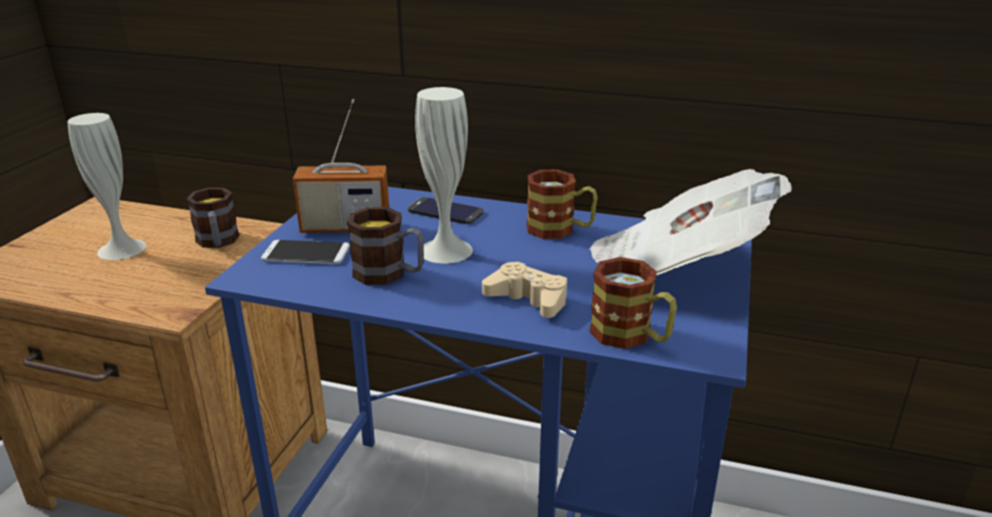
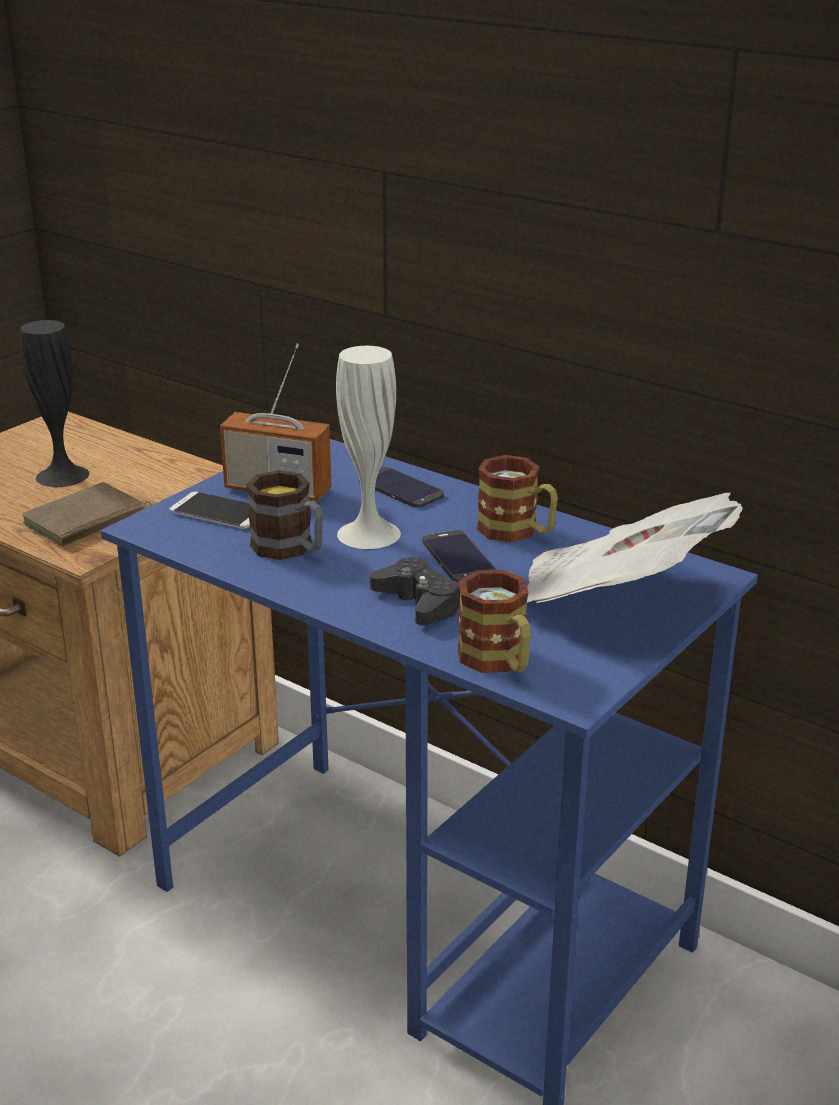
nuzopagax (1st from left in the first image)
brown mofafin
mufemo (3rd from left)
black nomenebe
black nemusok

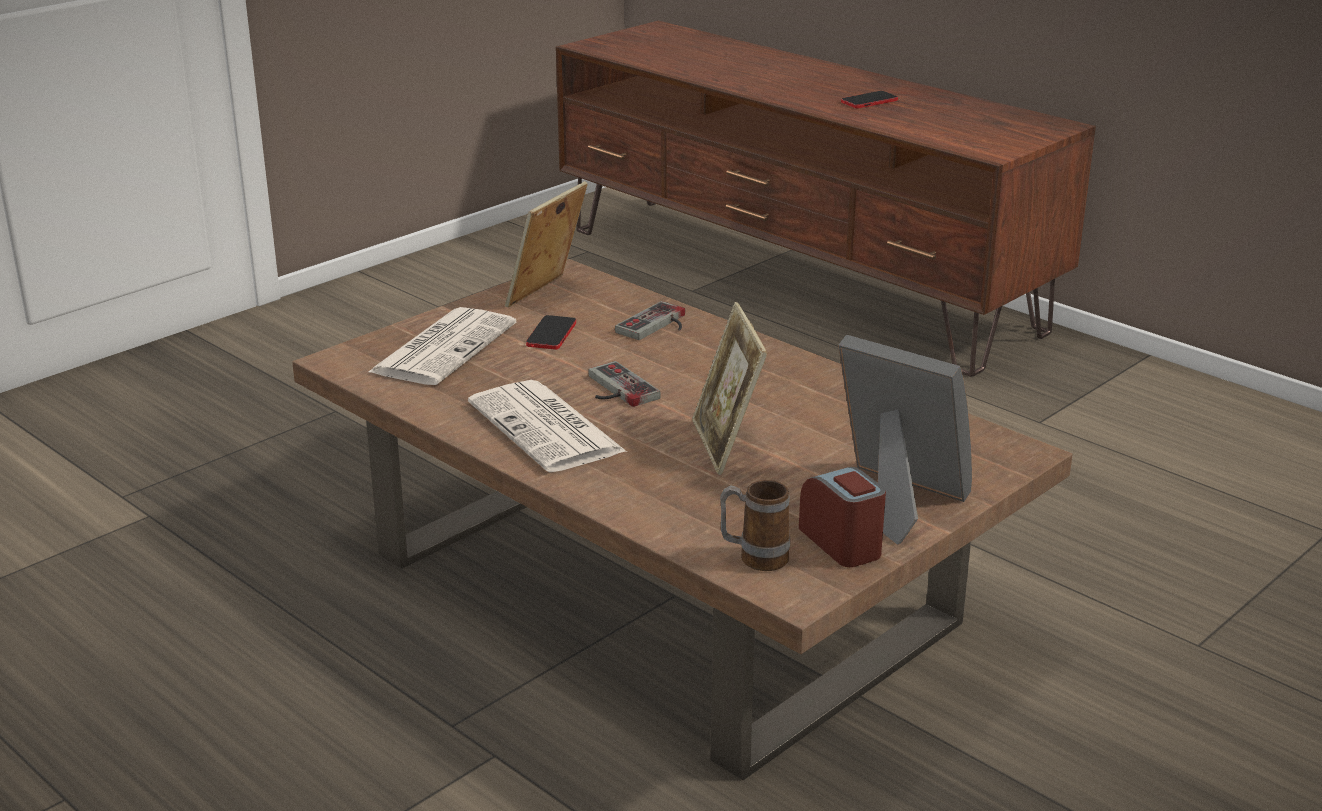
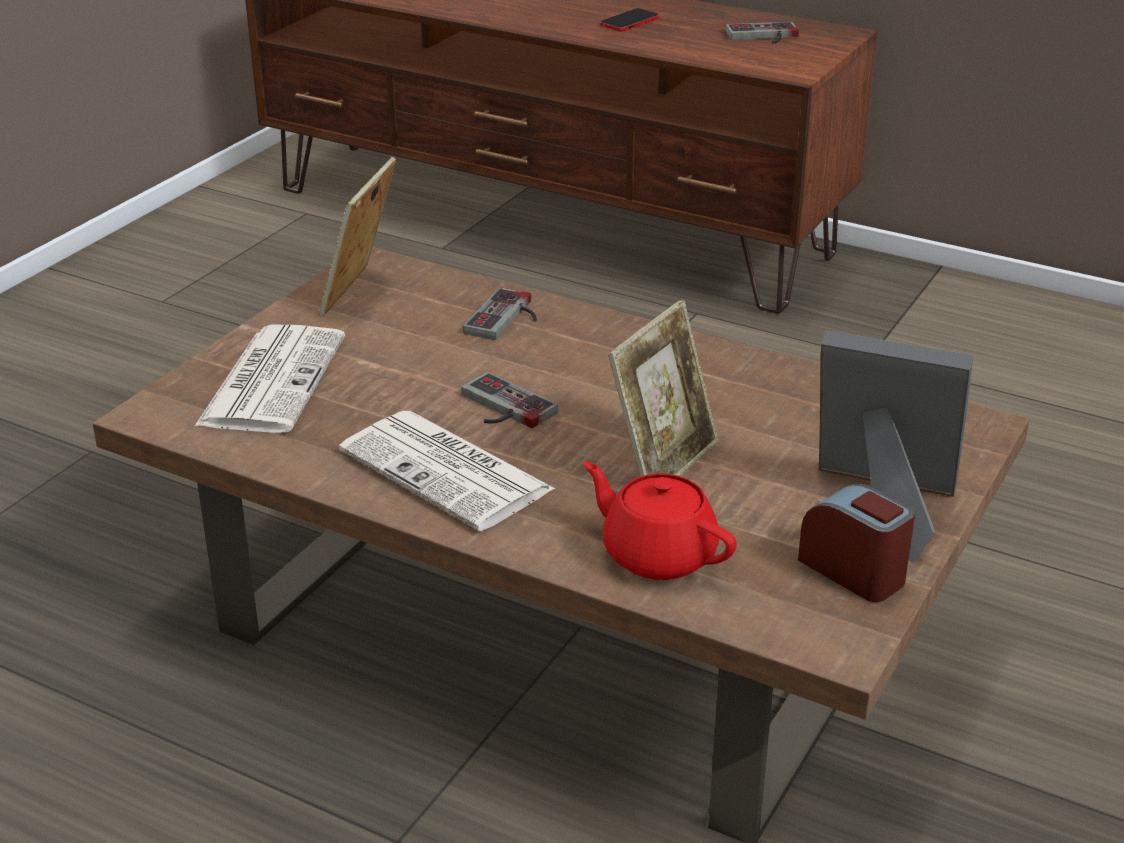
mufemo (1st from left in the first image)
nuzopagax
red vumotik
nemusok (3rd from left)
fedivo (2nd from left)

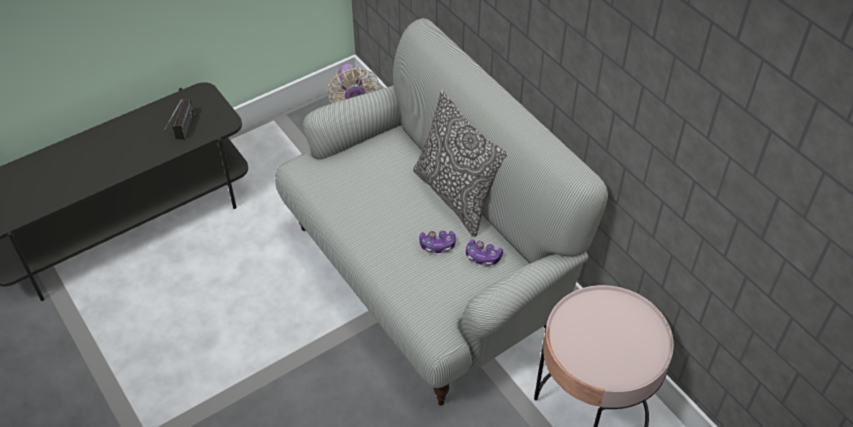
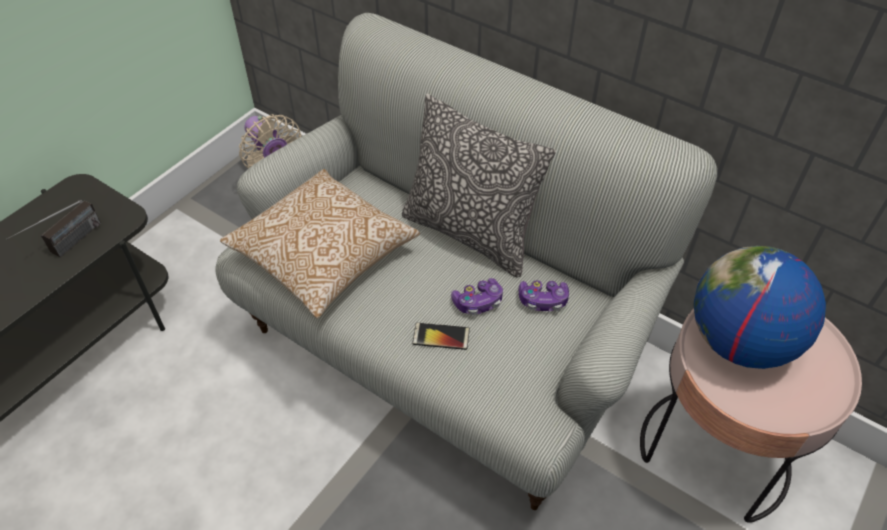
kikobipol (1st from left)
mufemo
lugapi
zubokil

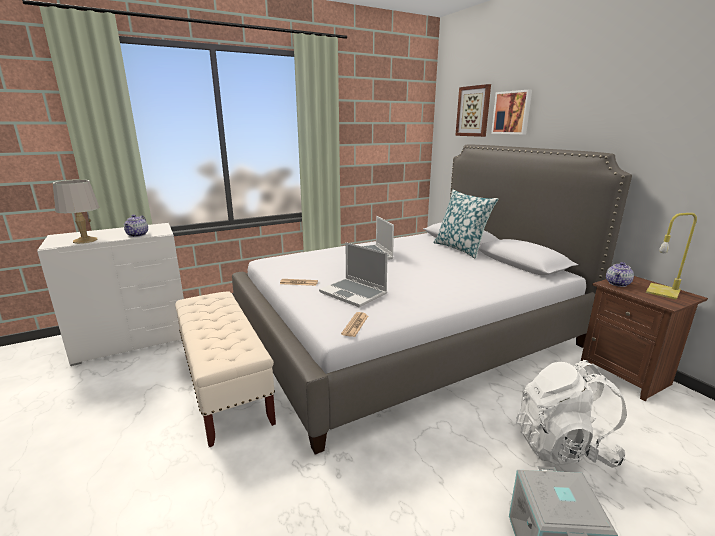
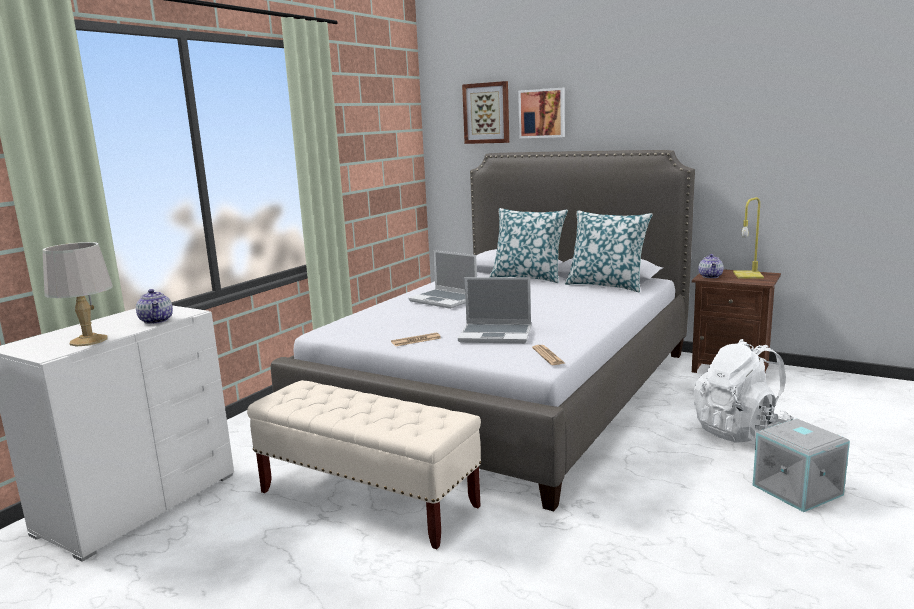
kikobipol (2nd from left)

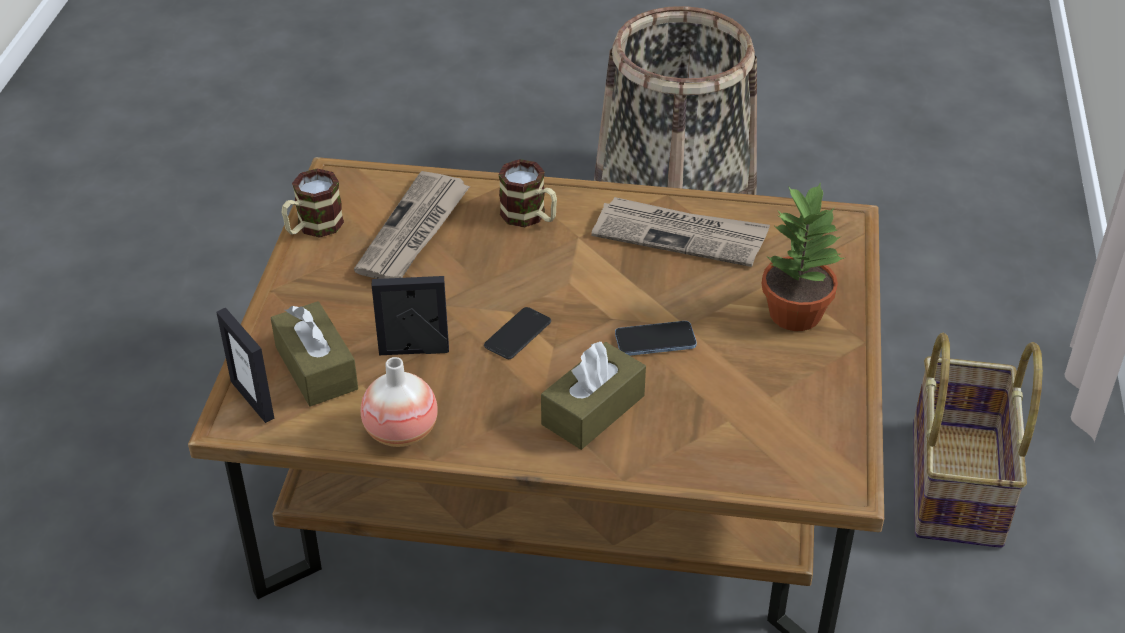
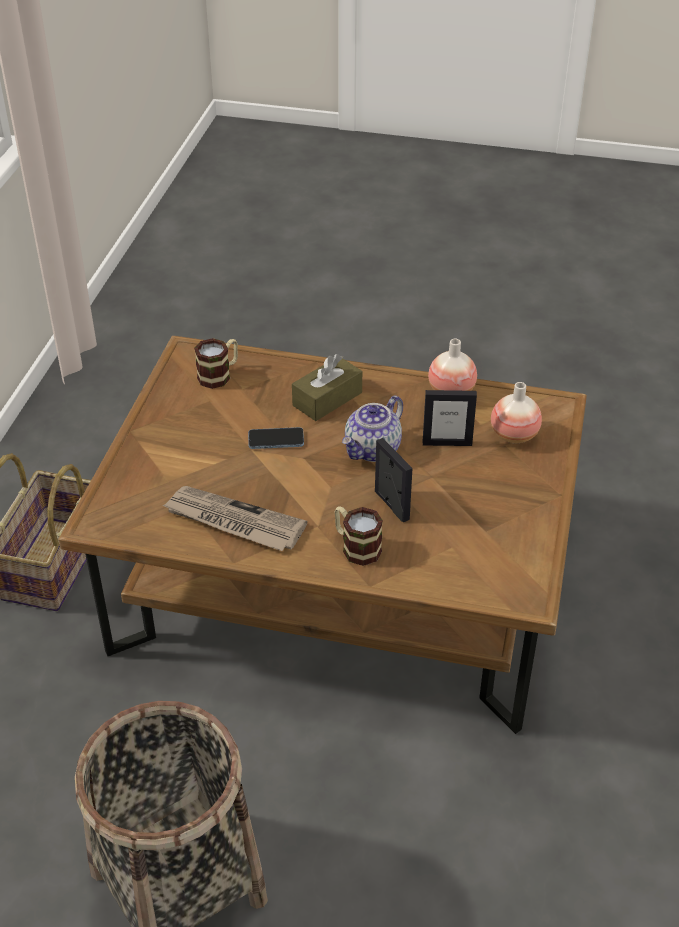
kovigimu (1st from left in the first image)
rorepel
fedivo (1st from left)
nuzopagax (1st from left)
nomenebe (2nd from left)
vumotik

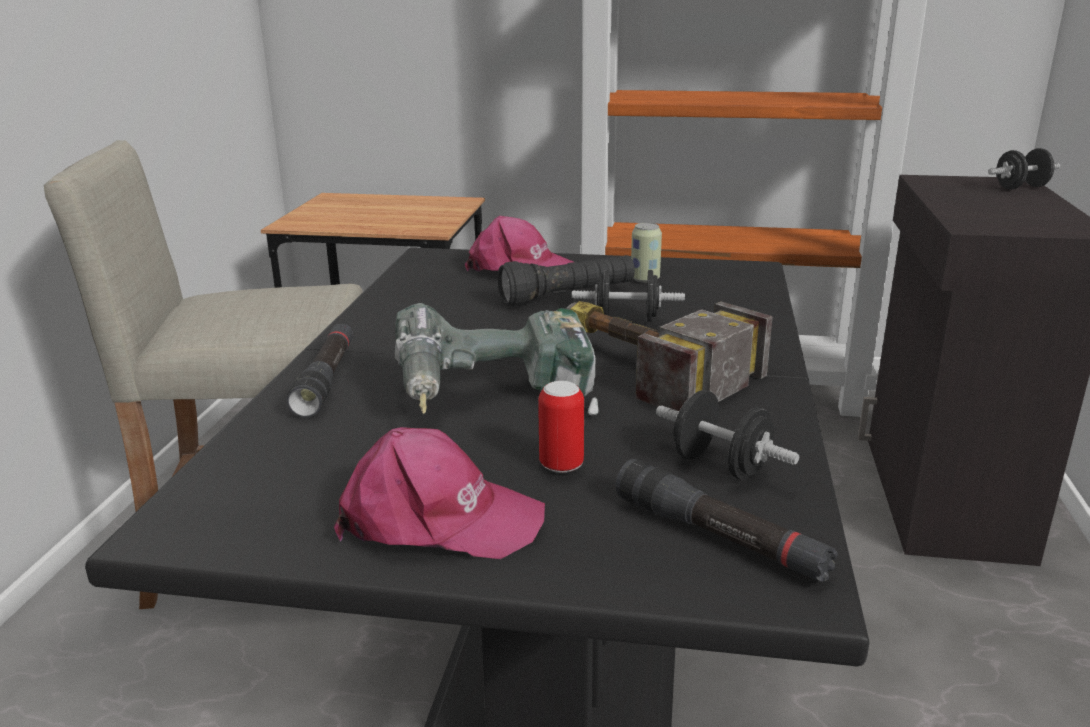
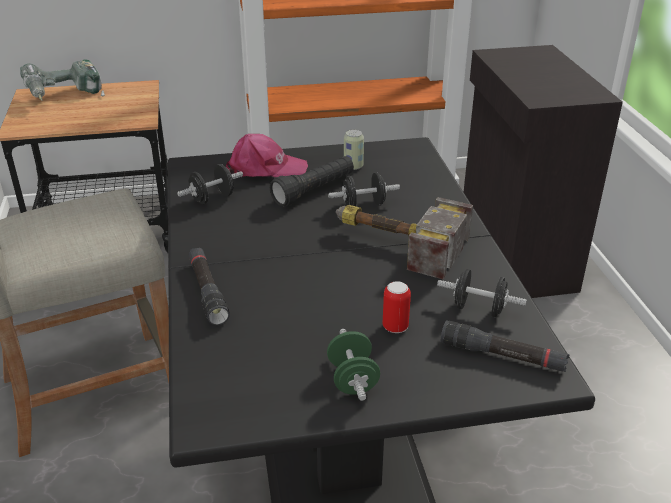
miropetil
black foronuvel (1st from left)
green foronuvel

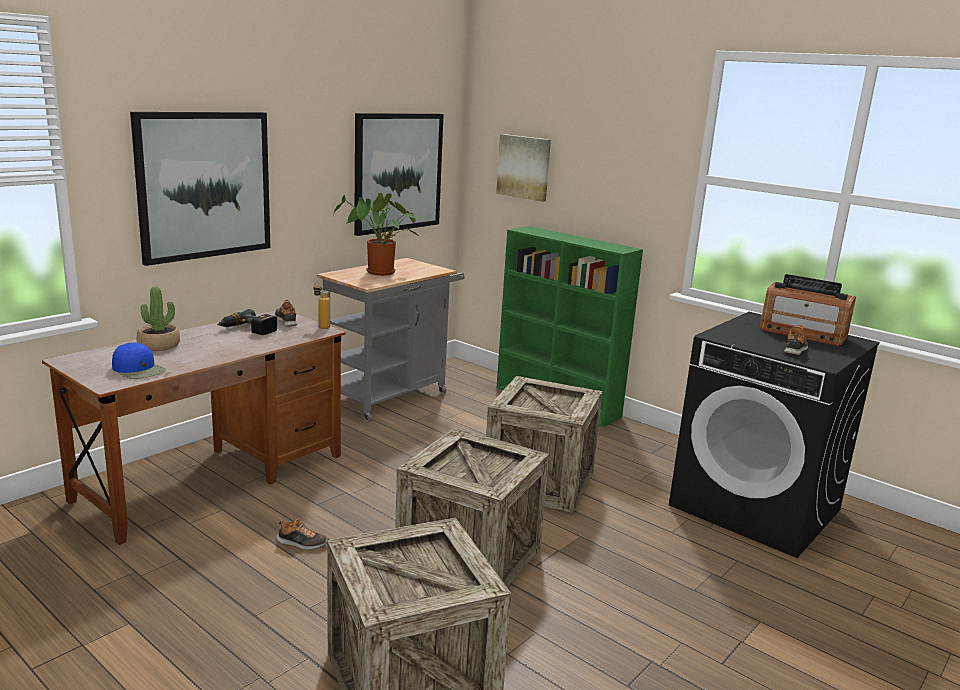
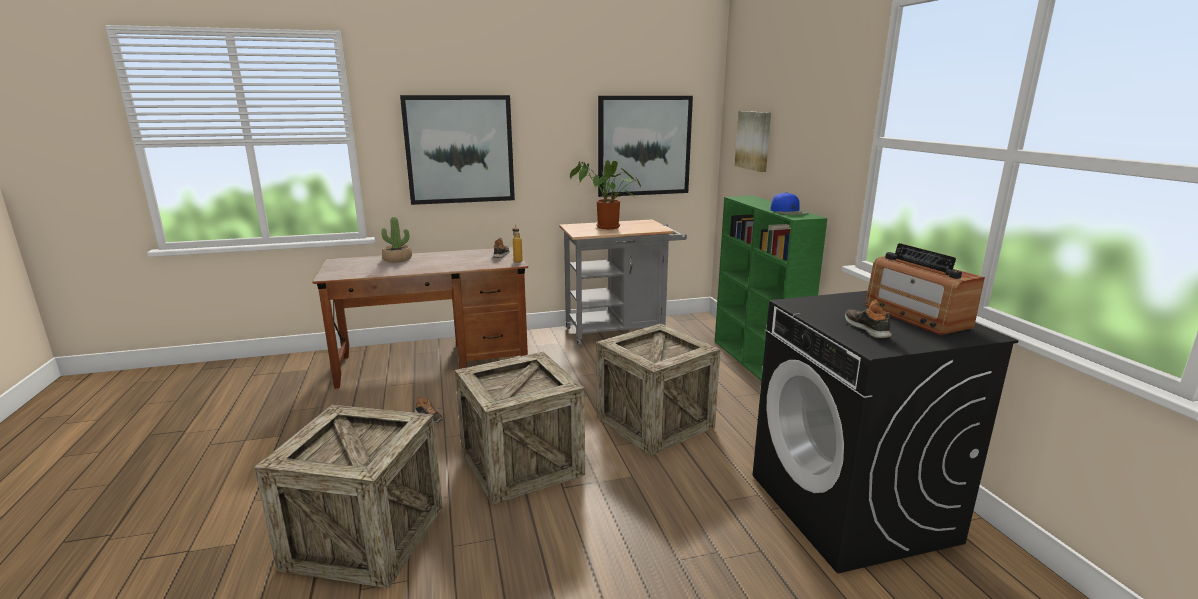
miropetil
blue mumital
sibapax (3rd from left)

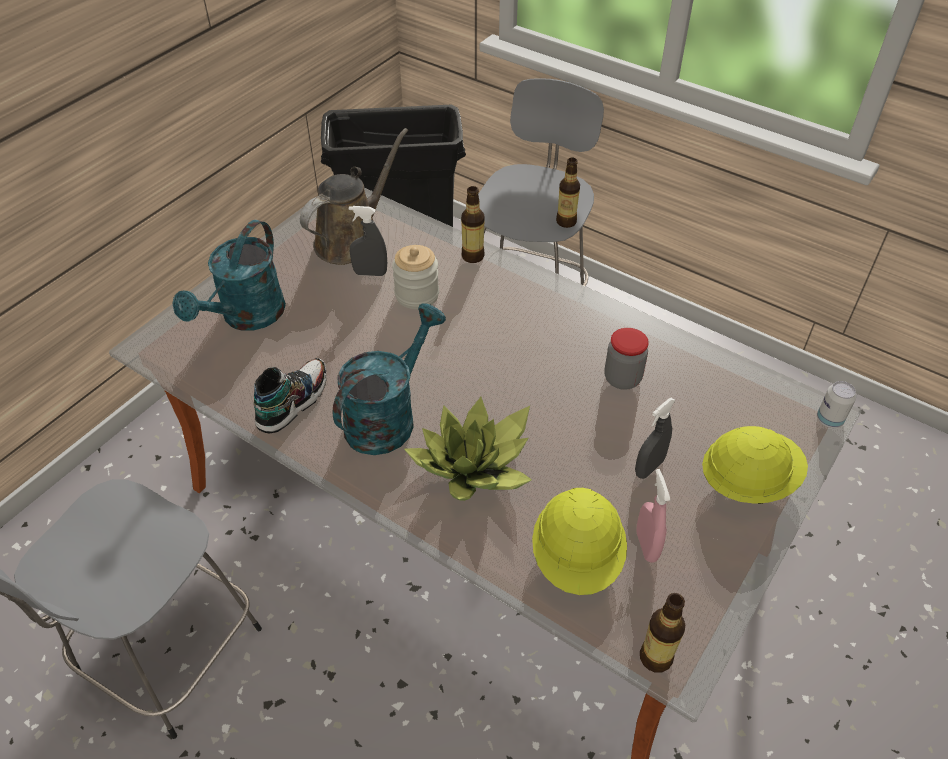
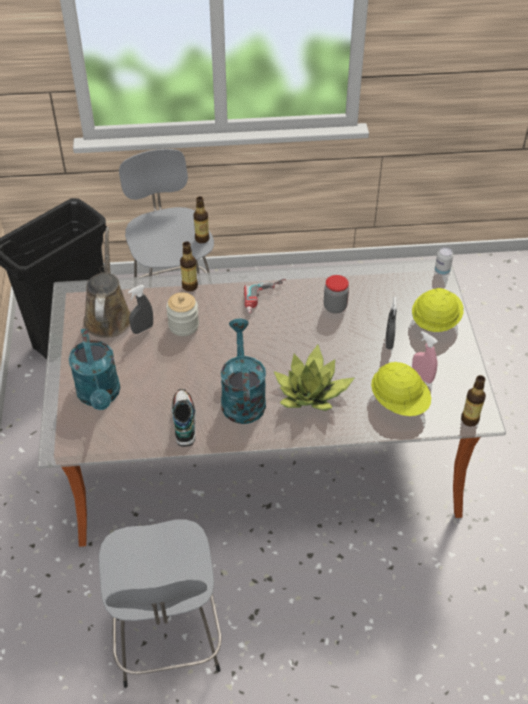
miropetil

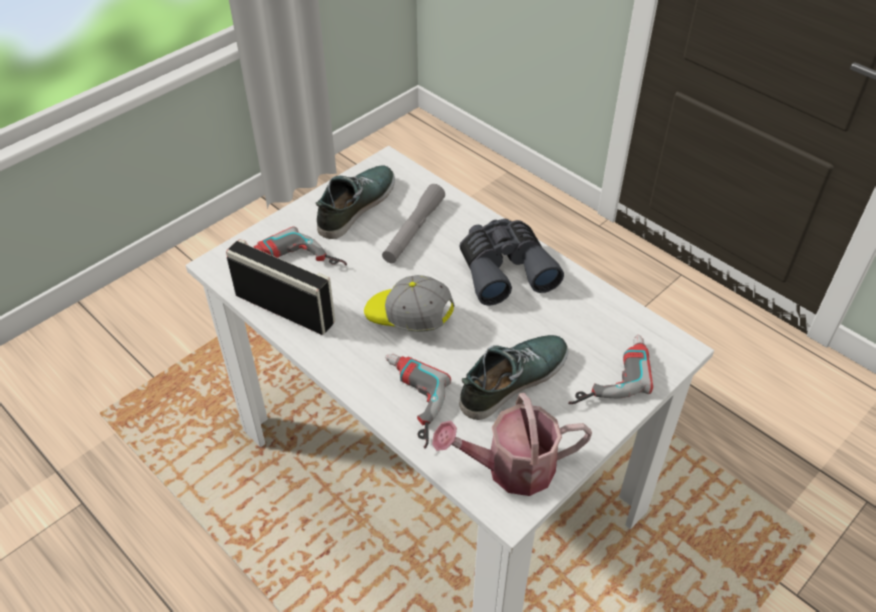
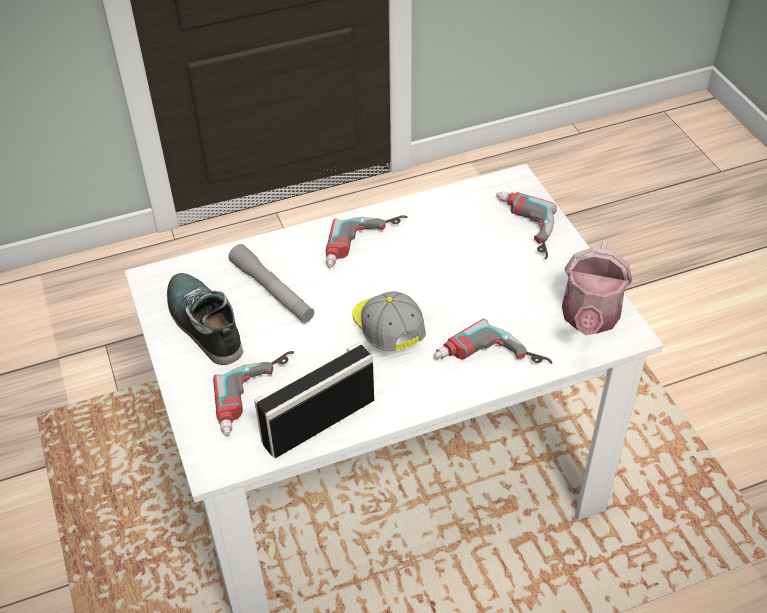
sibapax (2nd from left in the first image)
miropetil (2nd from left)
mumital

